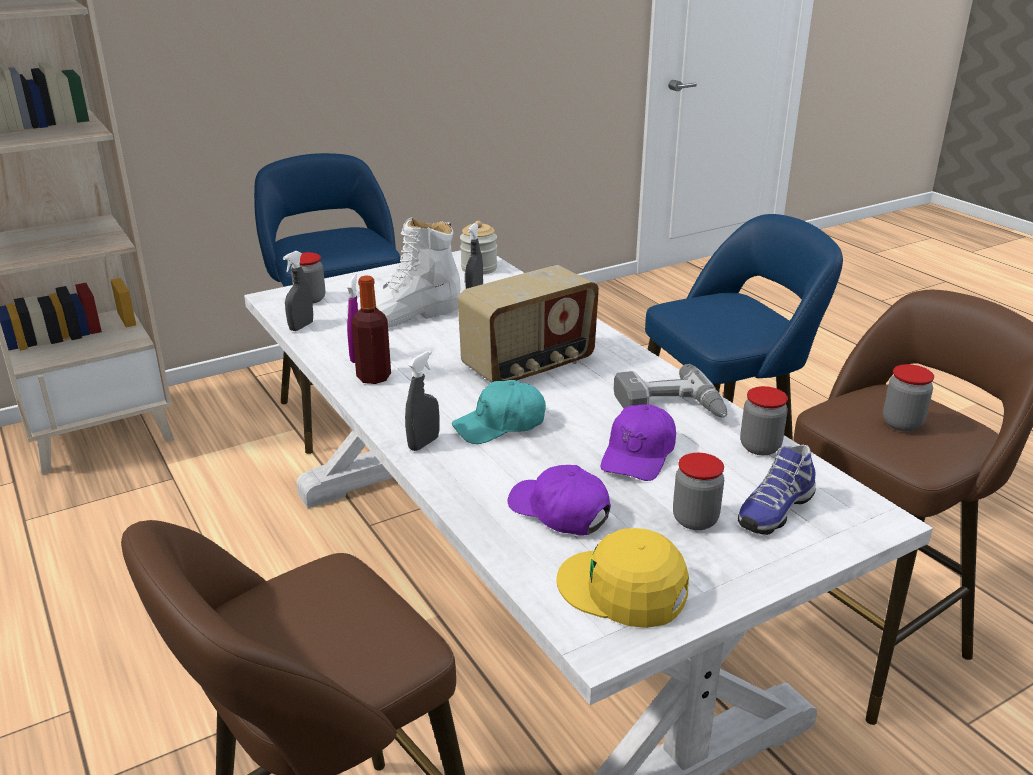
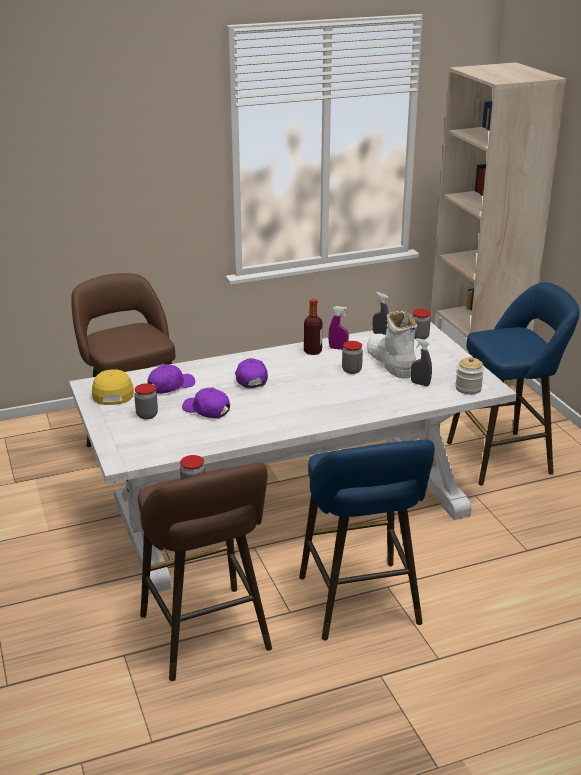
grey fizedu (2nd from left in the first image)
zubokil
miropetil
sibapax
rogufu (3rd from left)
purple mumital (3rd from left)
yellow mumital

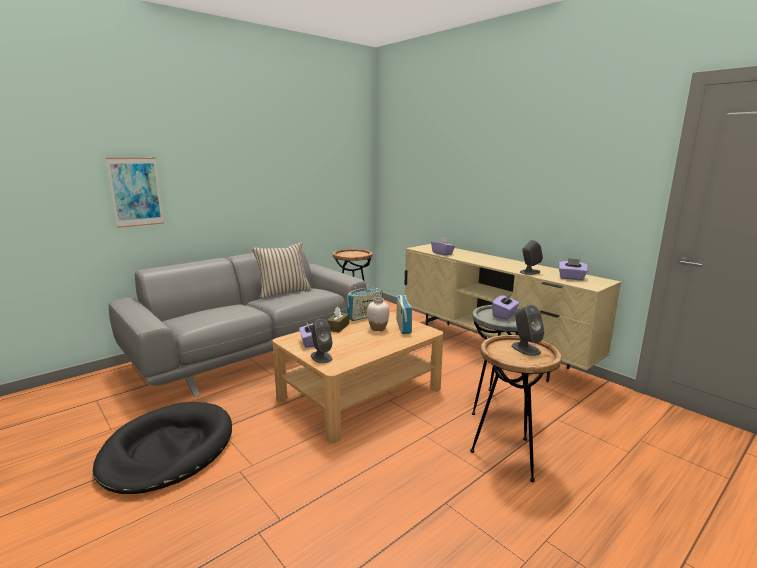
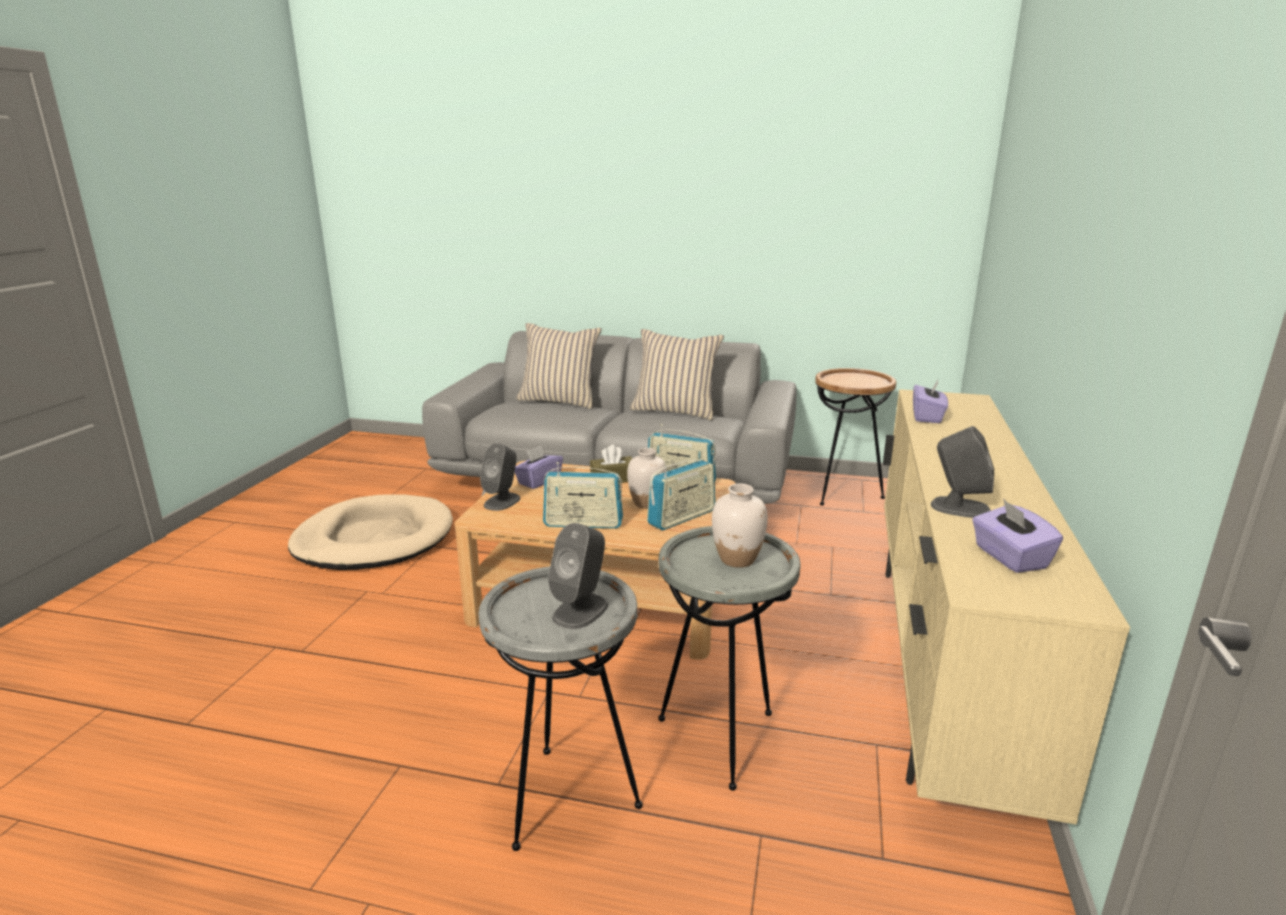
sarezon
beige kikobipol (1st from left)
zubokil (1st from left)
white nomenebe (2nd from left)
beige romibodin
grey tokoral (1st from left)

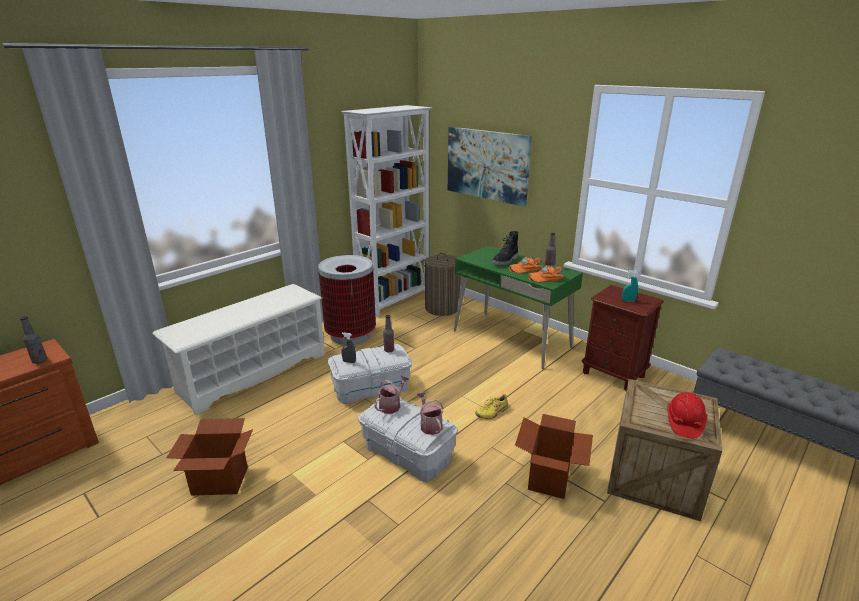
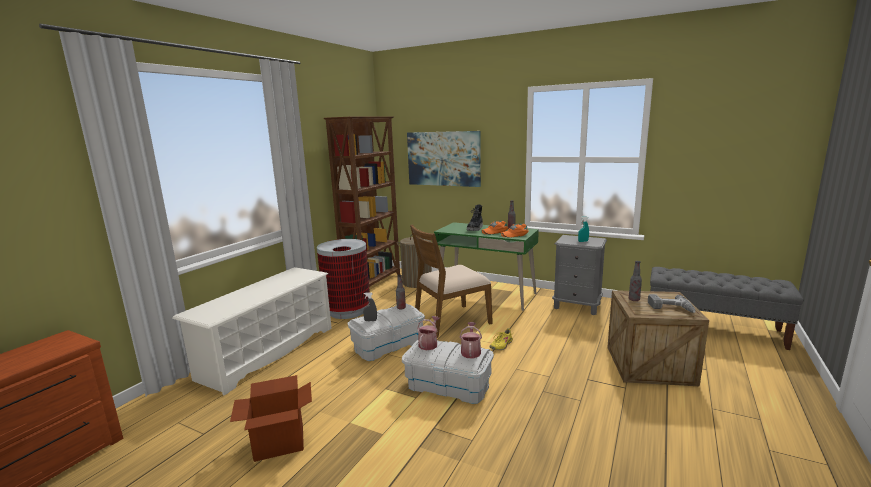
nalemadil (2nd from left in the first image)
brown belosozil
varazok (3rd from left)
miropetil
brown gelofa
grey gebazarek
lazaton (2nd from left)

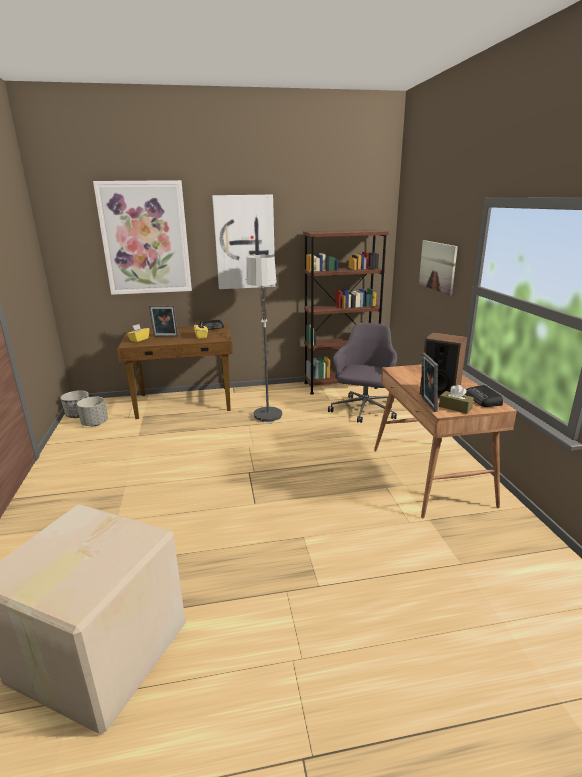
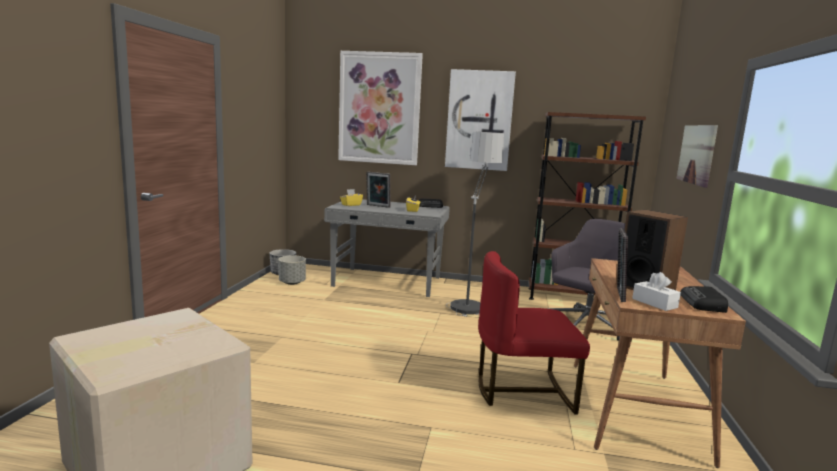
red belosozil
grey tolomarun
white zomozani

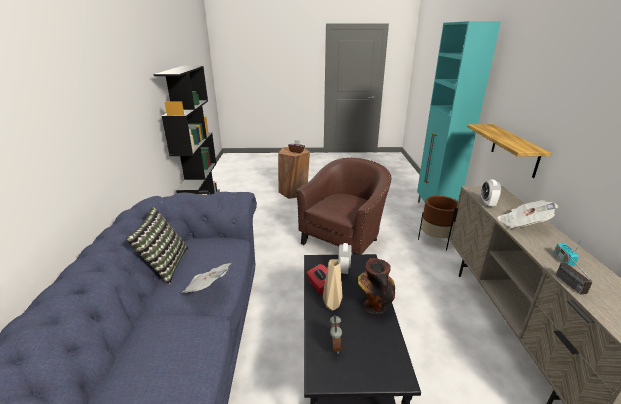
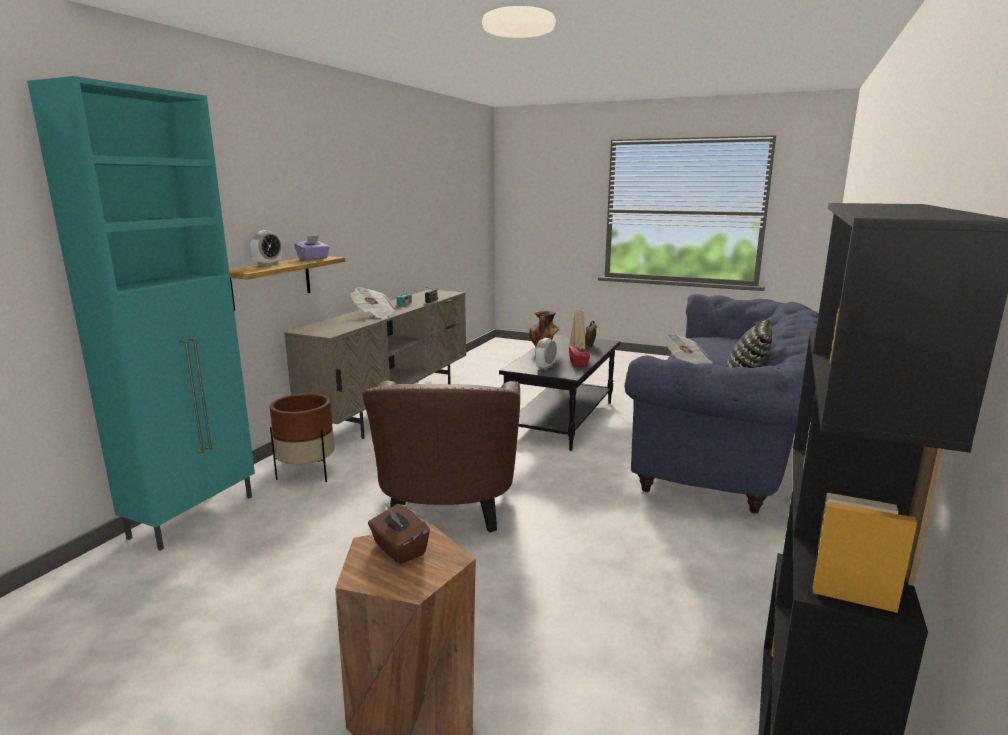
purple zomozani
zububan (1st from left)
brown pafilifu

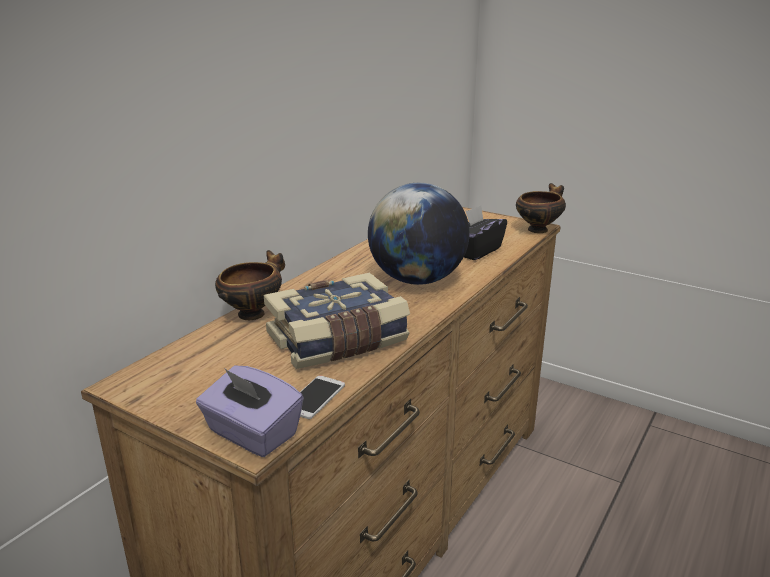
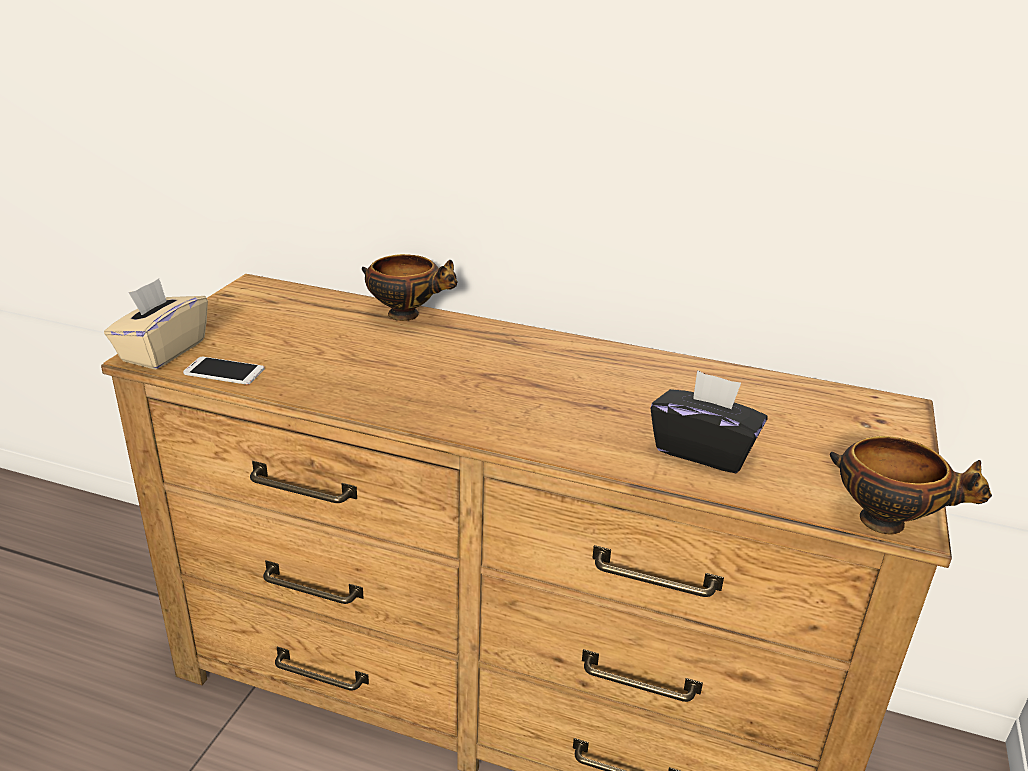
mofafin
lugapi
beige zomozani

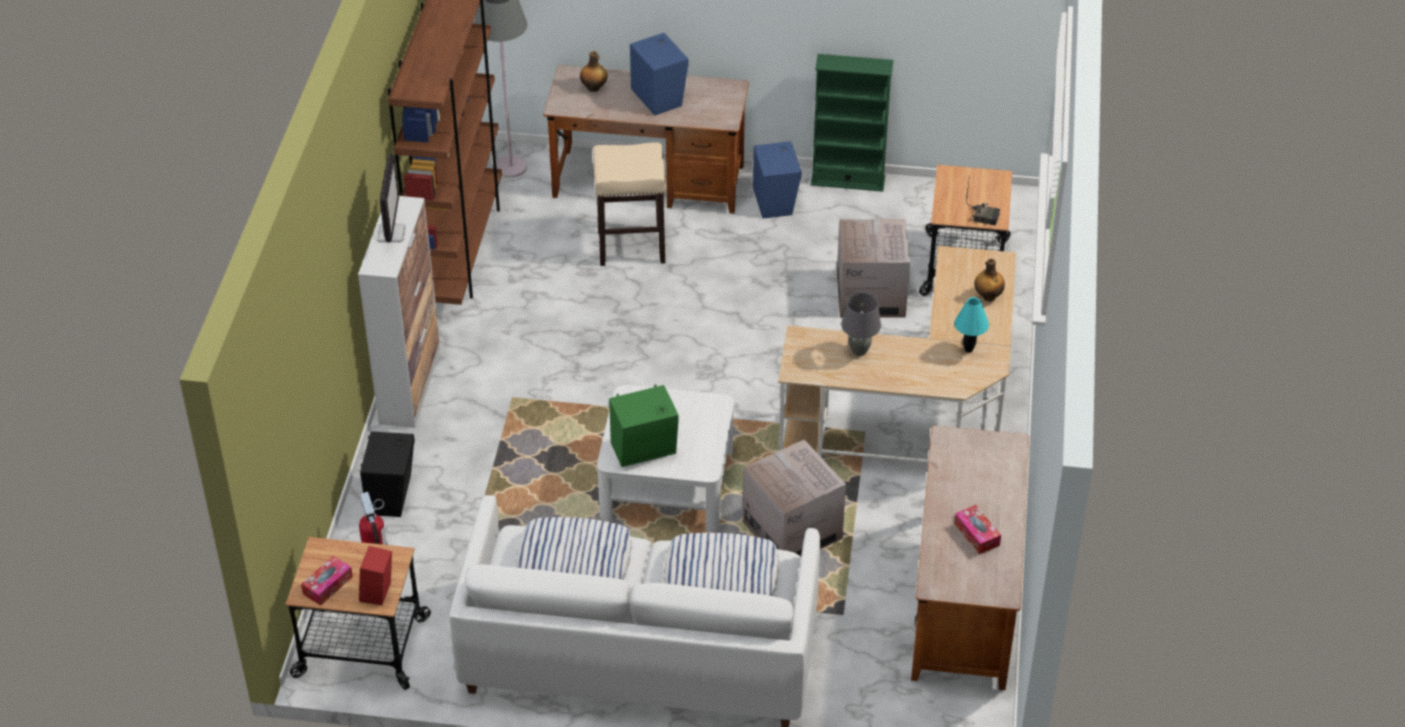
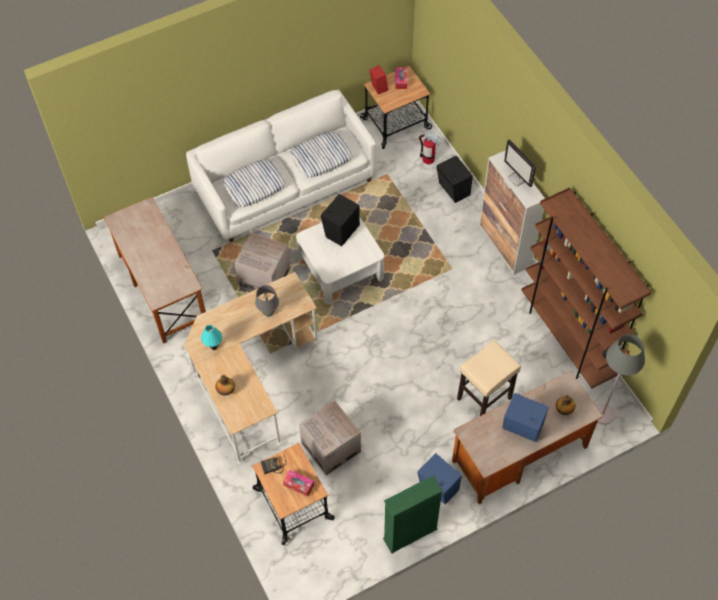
zomozani (1st from left)
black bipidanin (1st from left)

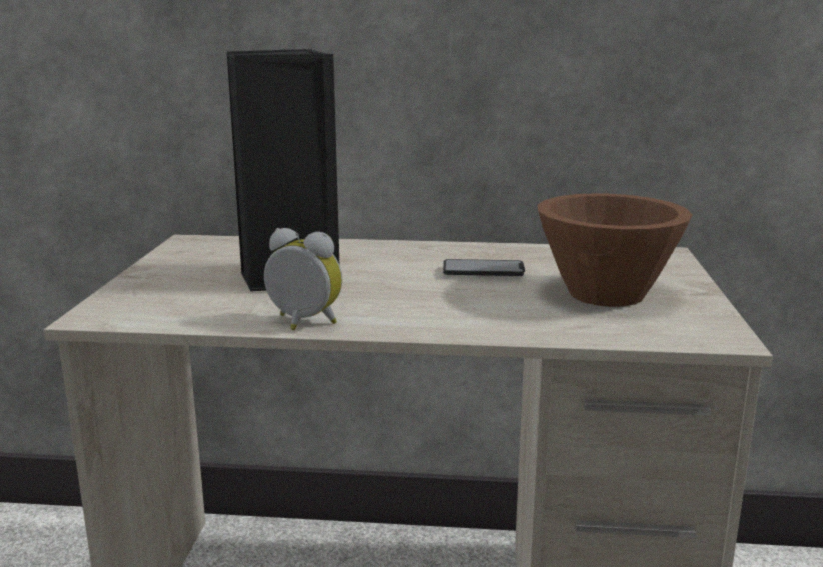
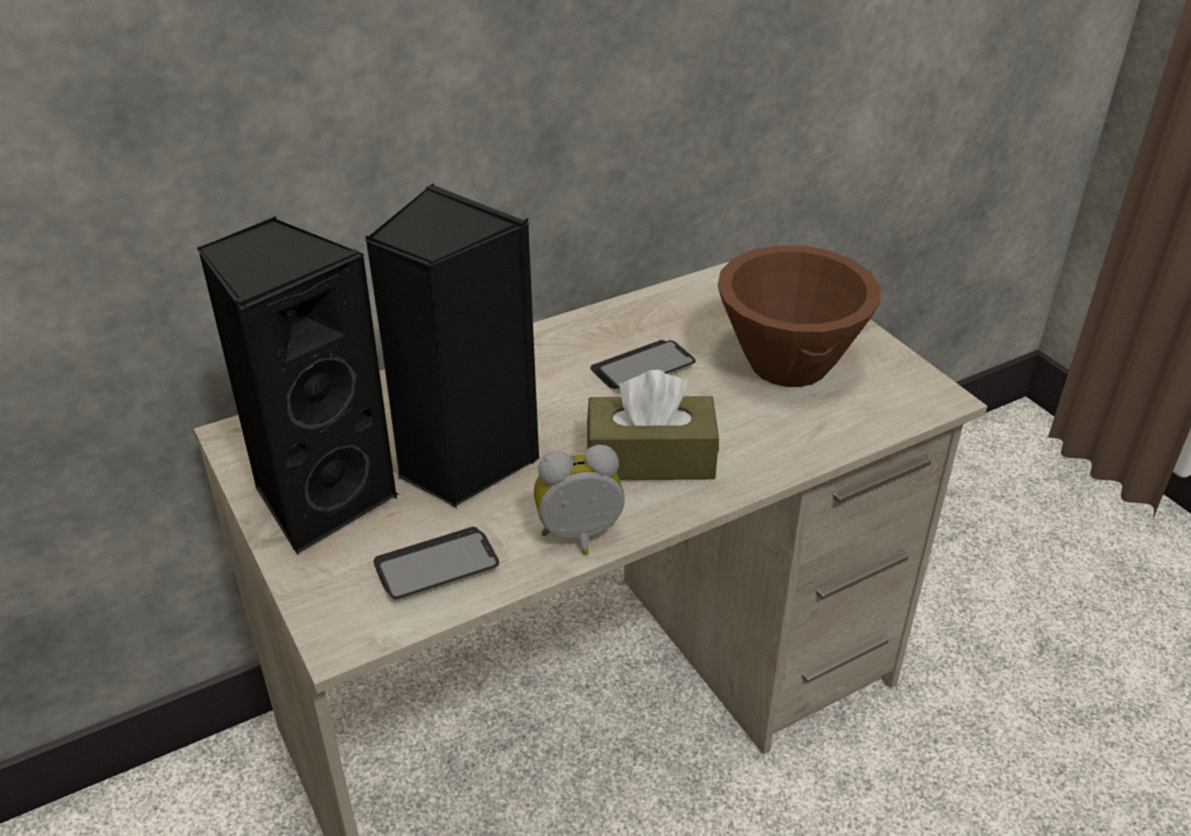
black bipidanin (1st from left)
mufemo (1st from left)
brown zomozani

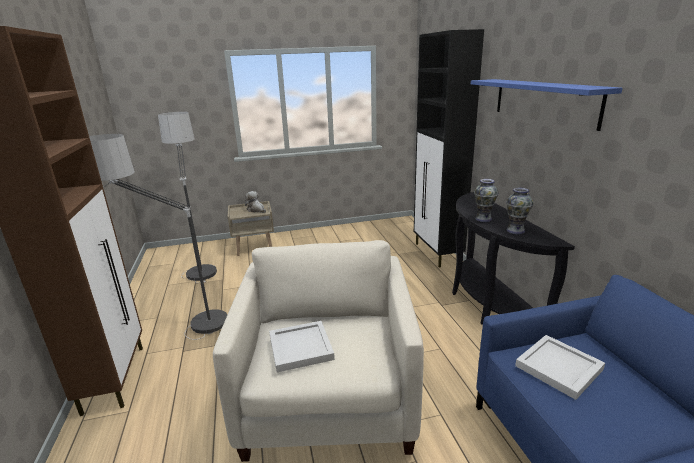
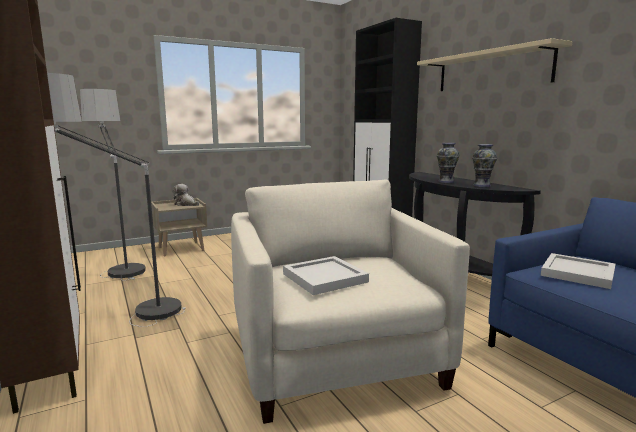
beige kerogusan

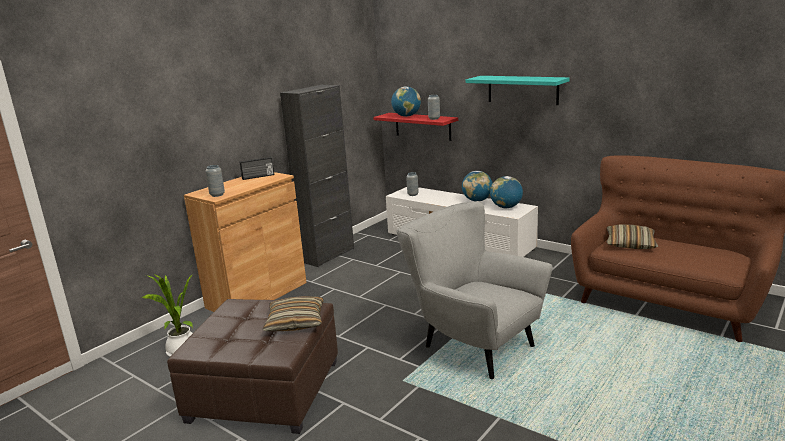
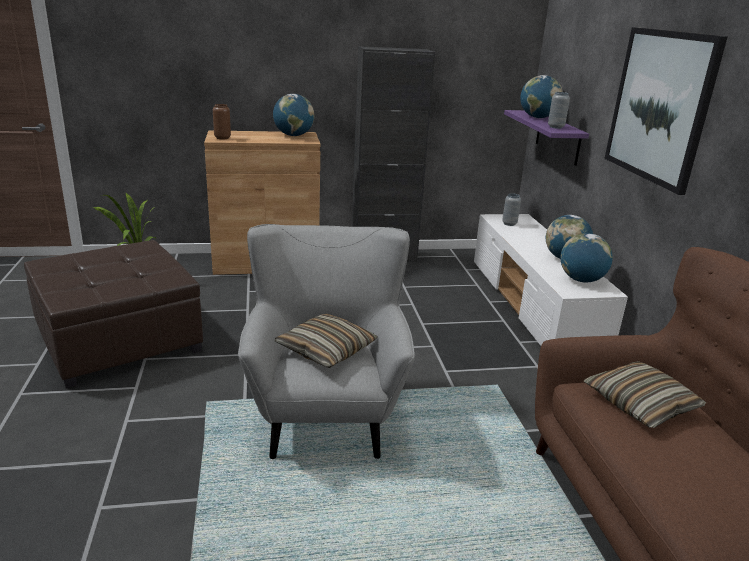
kikobipol (1st from left)
lugapi (1st from left)
sarezon
brown nomenebe
purple kerogusan

